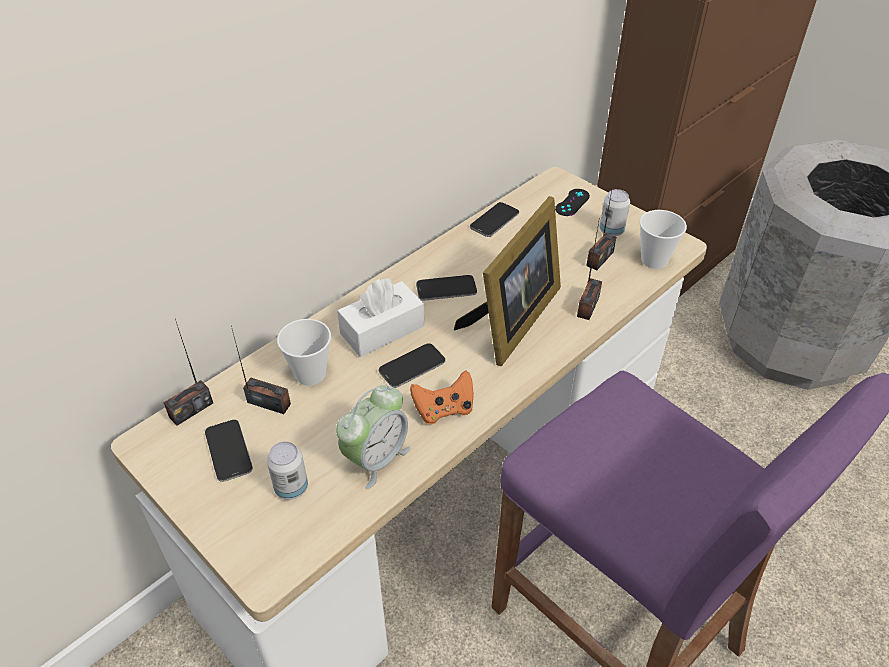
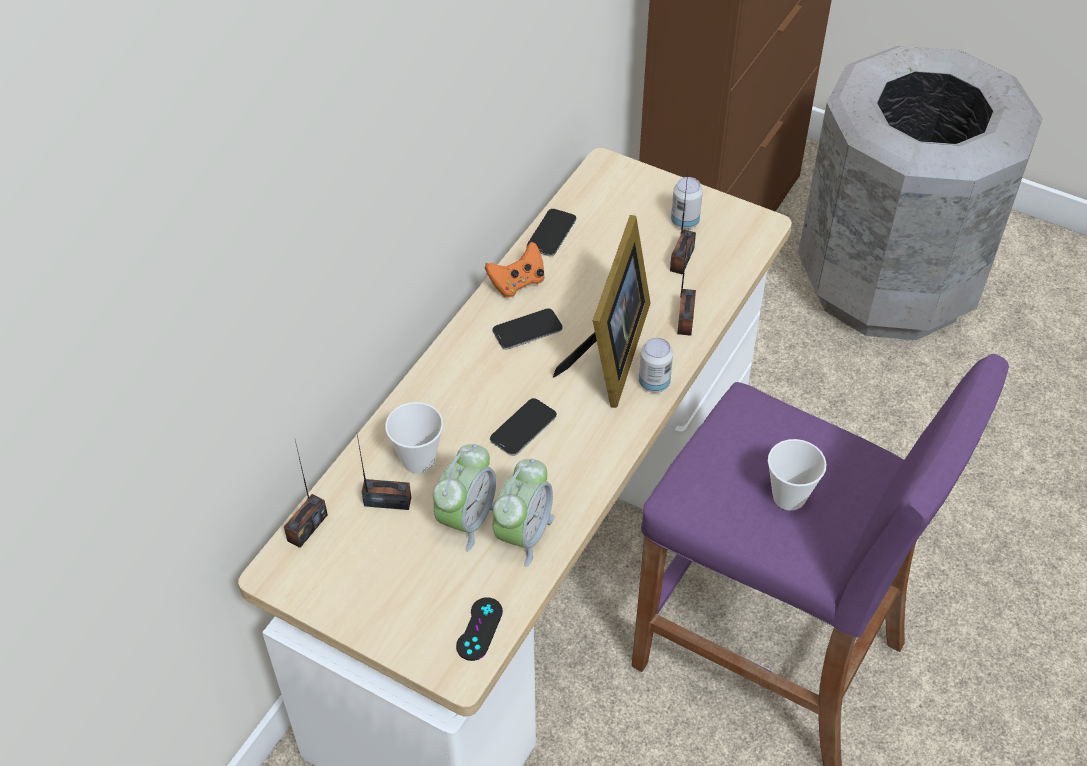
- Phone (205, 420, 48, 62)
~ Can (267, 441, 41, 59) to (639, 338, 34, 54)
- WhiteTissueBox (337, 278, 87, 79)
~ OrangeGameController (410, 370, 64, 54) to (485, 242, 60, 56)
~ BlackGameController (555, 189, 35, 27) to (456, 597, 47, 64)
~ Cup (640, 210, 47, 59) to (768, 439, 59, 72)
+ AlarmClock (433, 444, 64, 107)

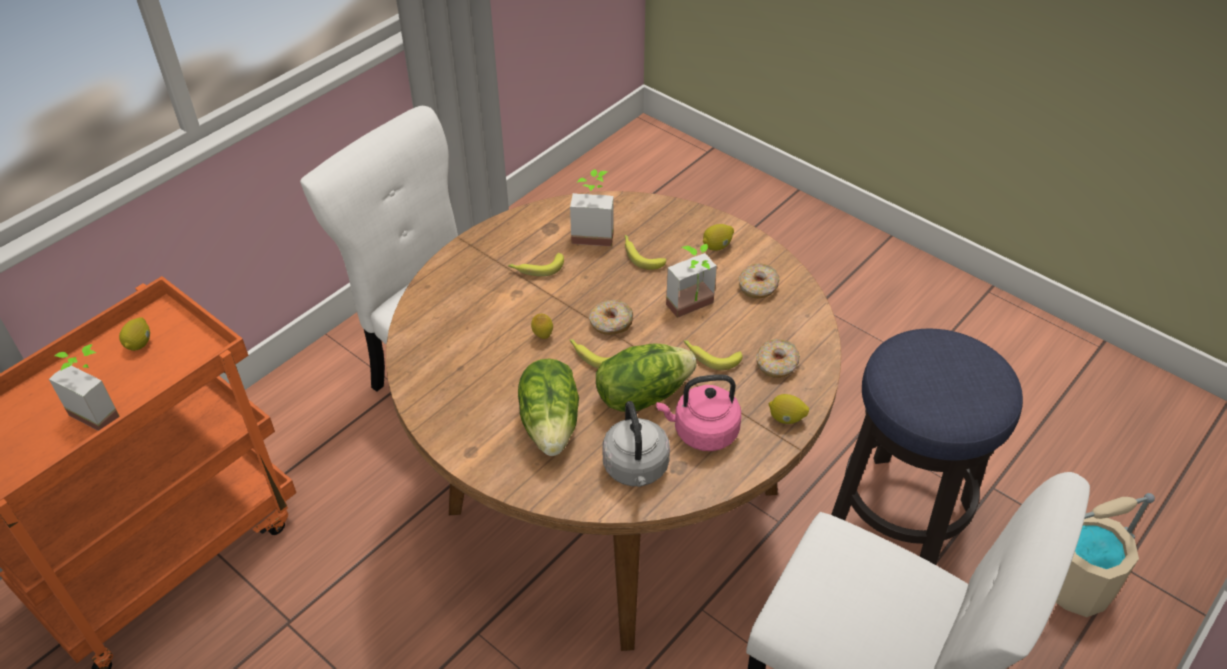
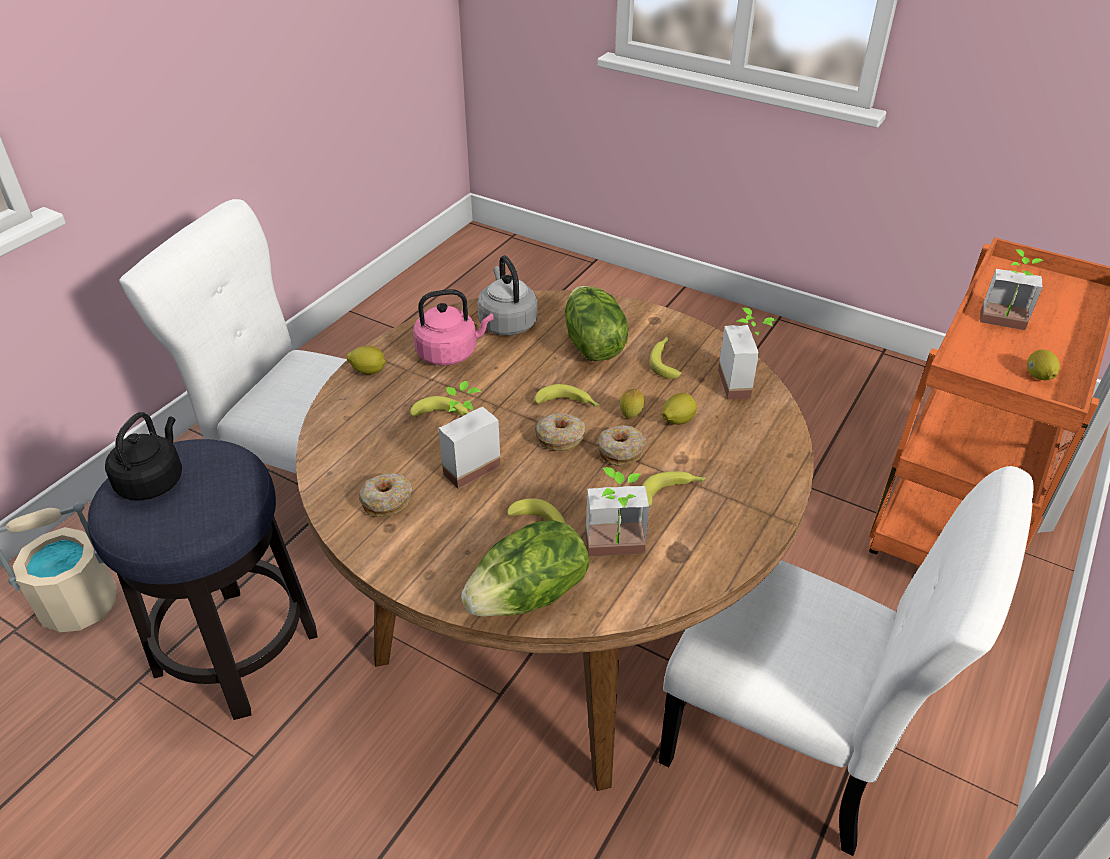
~ Lettuce (596, 343, 101, 69) to (461, 520, 128, 97)
~ Lemon (703, 224, 31, 27) to (662, 393, 35, 32)
~ Donut (756, 339, 44, 39) to (598, 425, 48, 41)
+ BlackKettle (105, 412, 77, 88)
+ Banana (649, 337, 32, 42)
+ PottedPlant (718, 308, 58, 92)

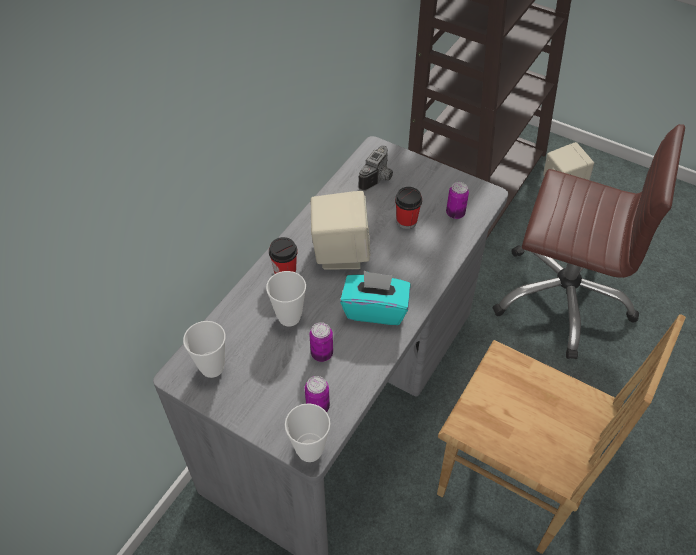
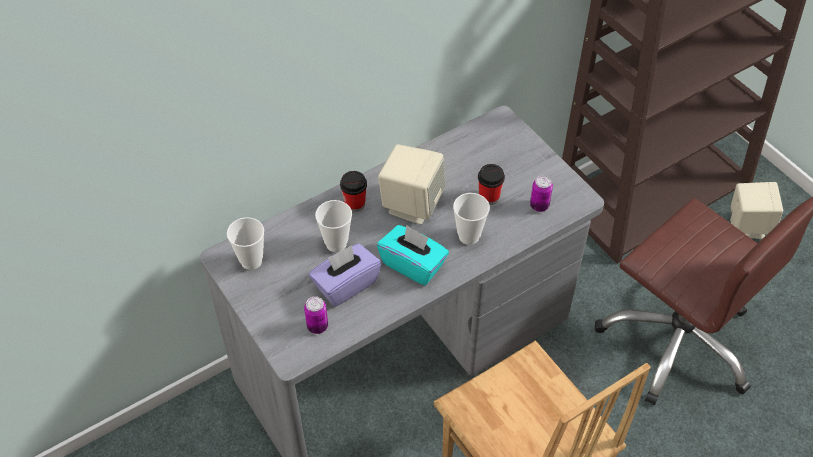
~ Cup (285, 403, 45, 59) to (453, 193, 37, 52)
~ Can (309, 322, 24, 40) to PurpleTissueBox (309, 244, 72, 63)
- PhotoCamera (358, 146, 35, 45)

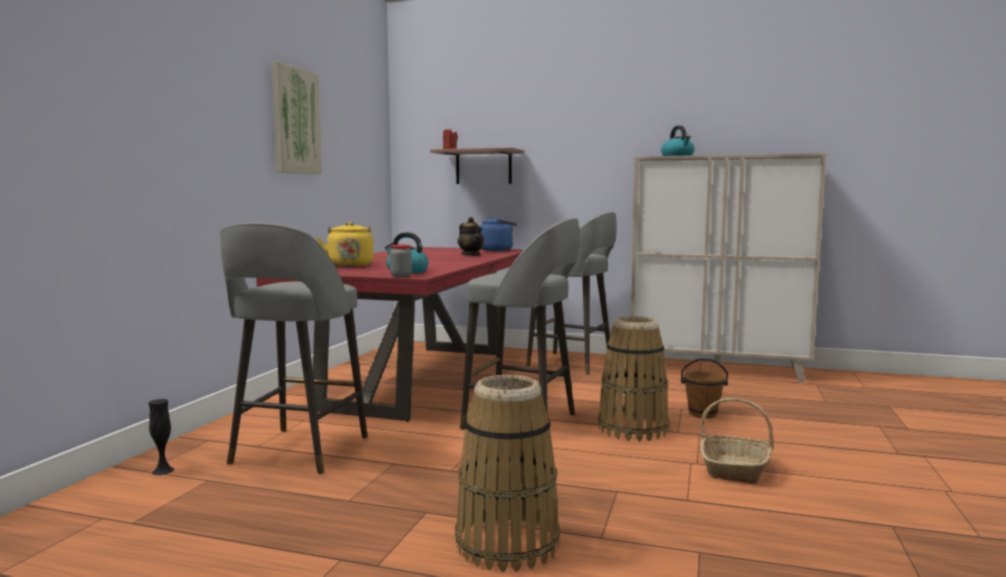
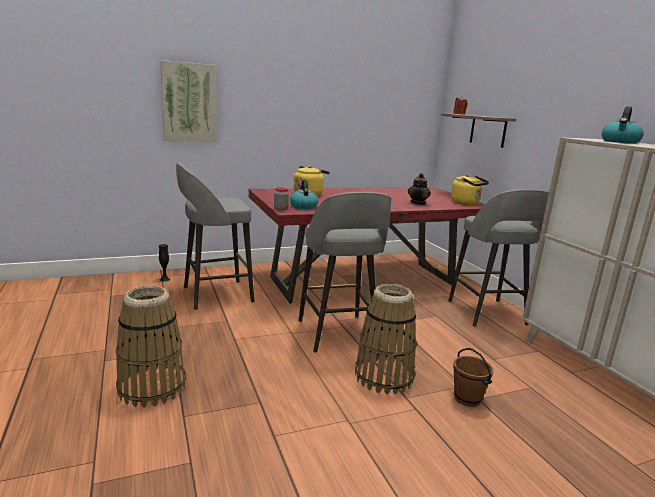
~ Picture (272, 61, 50, 113) to (160, 60, 57, 82)
~ BlueKettle (479, 216, 38, 35) to YellowKettle (451, 175, 38, 30)
- Basket (700, 398, 74, 86)

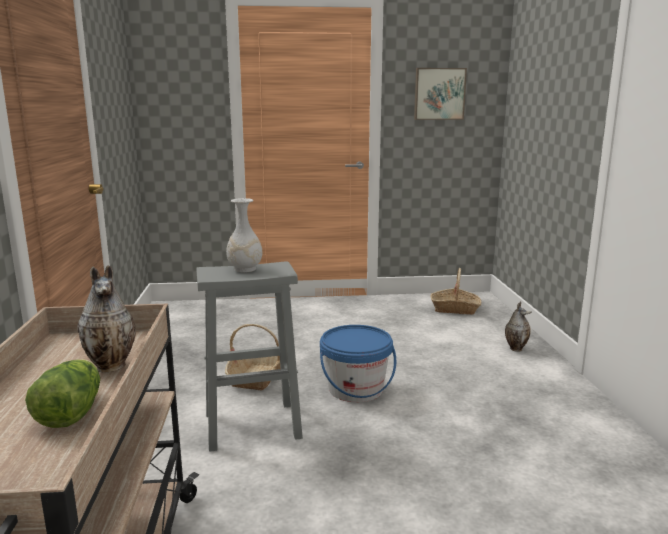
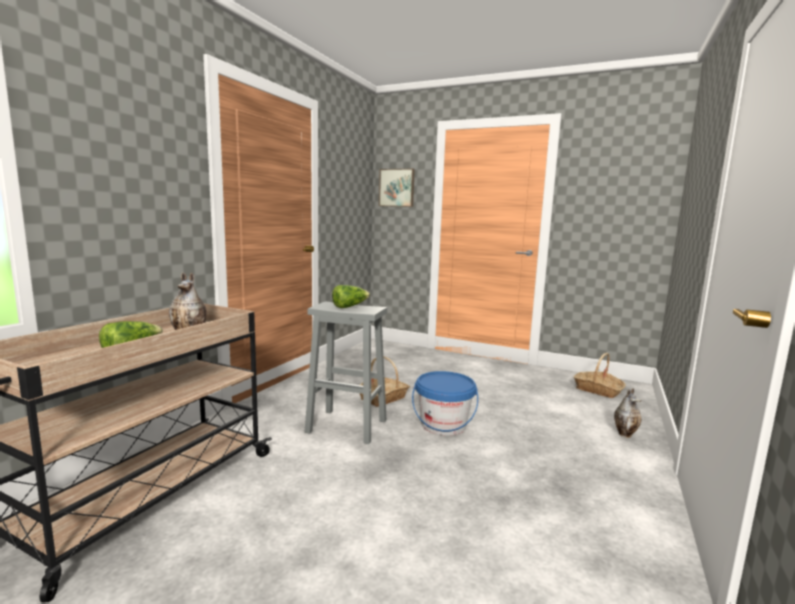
~ WhiteVase (226, 198, 37, 74) to Lettuce (332, 285, 38, 23)
~ Picture (414, 68, 53, 52) to (379, 169, 36, 38)

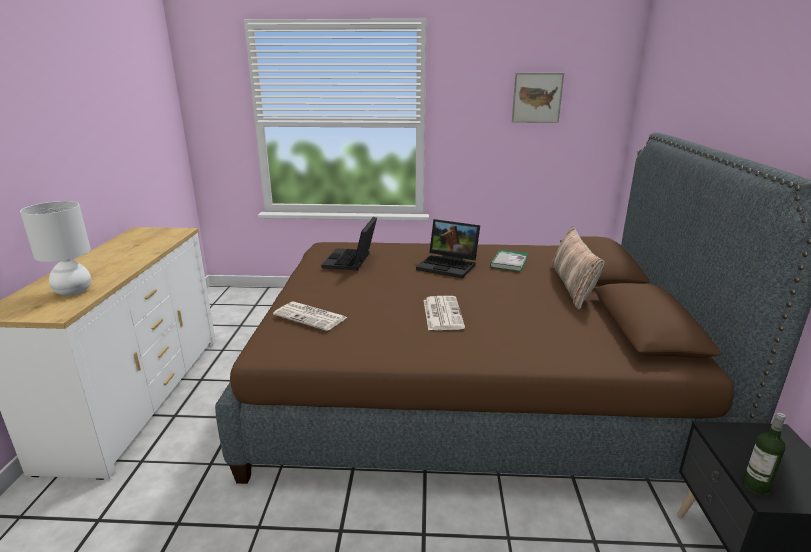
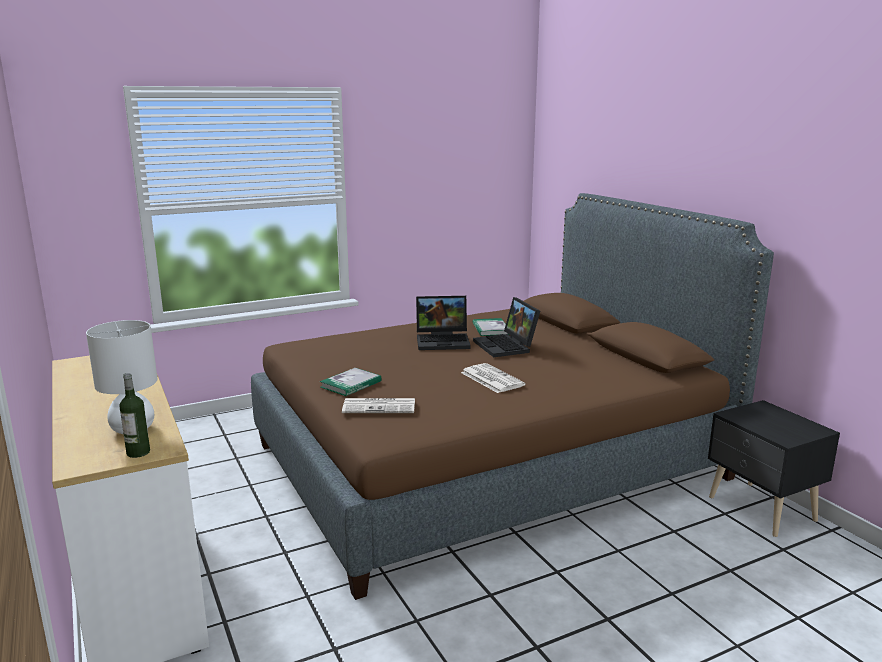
~ Laptop (321, 217, 56, 54) to (473, 297, 67, 60)
- Picture (512, 73, 52, 50)
- Pillow (551, 226, 53, 83)
~ Bottle (743, 412, 43, 83) to (119, 373, 31, 85)
+ Book (320, 368, 62, 28)

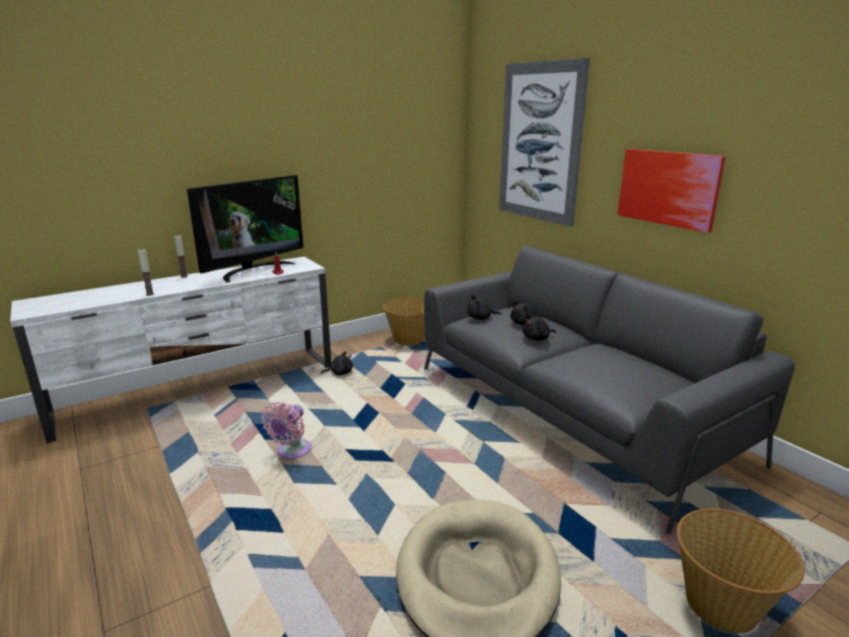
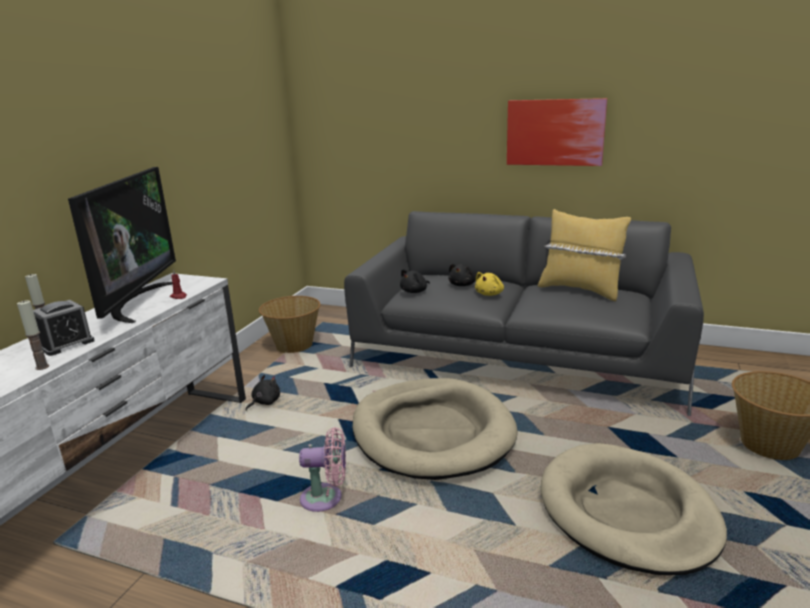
~ PinkFan (262, 402, 49, 57) = (299, 427, 47, 85) 75 degrees counterclockwise
- Picture (499, 58, 91, 169)
~ BlackPlushToy (522, 314, 34, 27) to YellowPlushToy (475, 272, 29, 24)
+ AlarmClock (33, 300, 62, 56)
+ BeigeDogBed (352, 378, 166, 102)
+ YellowPillow (538, 209, 93, 92)

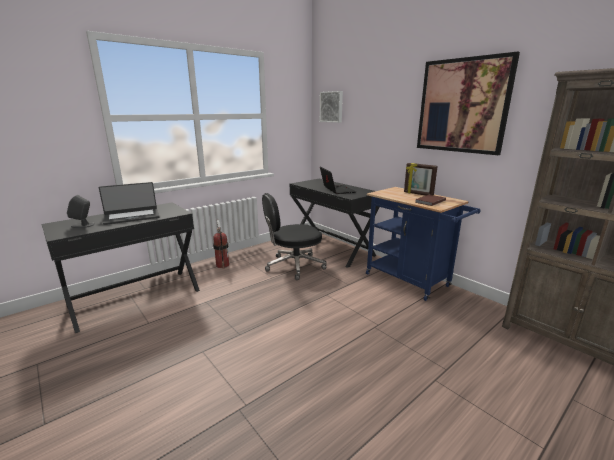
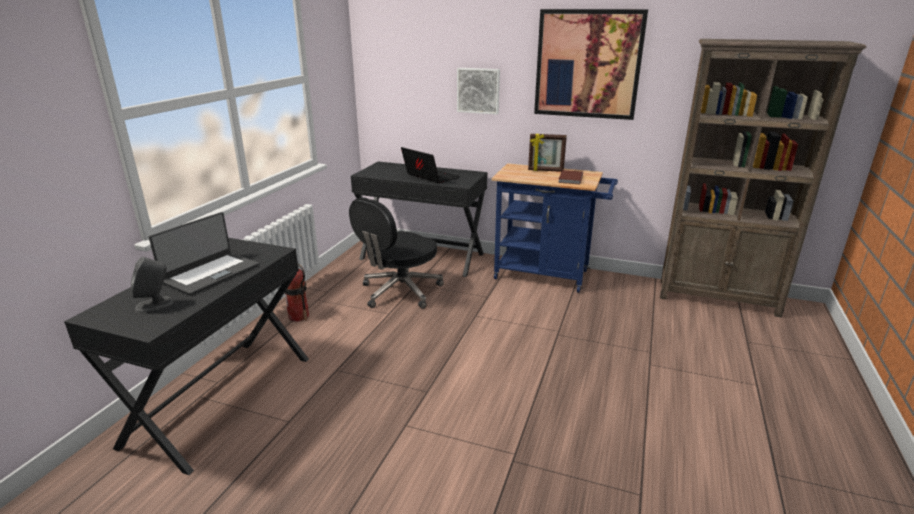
~ Picture (320, 91, 23, 32) to (457, 68, 43, 47)

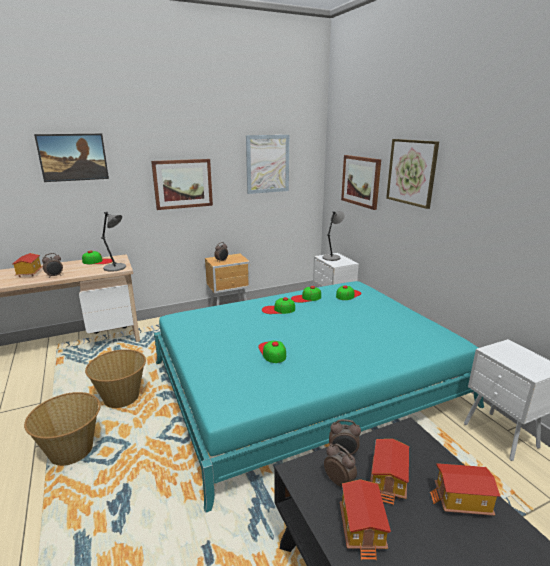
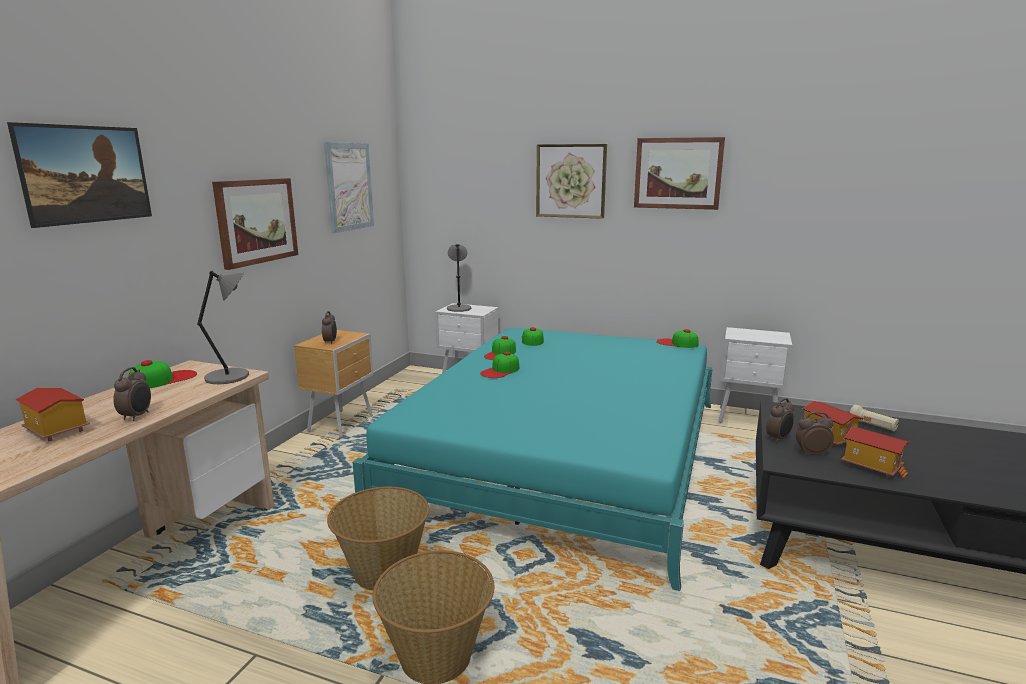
~ Cap (258, 341, 28, 22) to (657, 329, 42, 19)
~ Picture (341, 155, 40, 55) to (634, 137, 91, 73)
~ ToyHouse (430, 463, 71, 53) to BeigeFlashlight (850, 405, 49, 26)

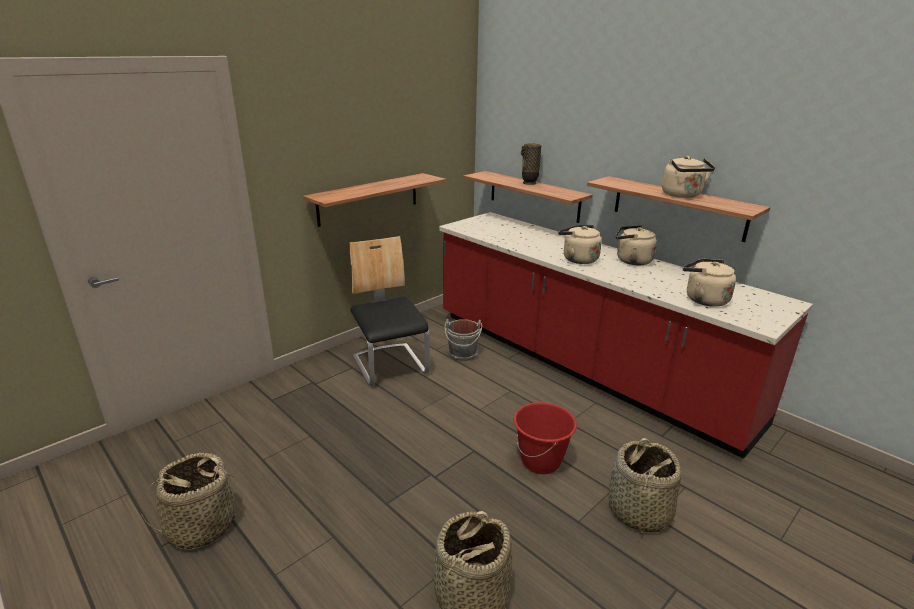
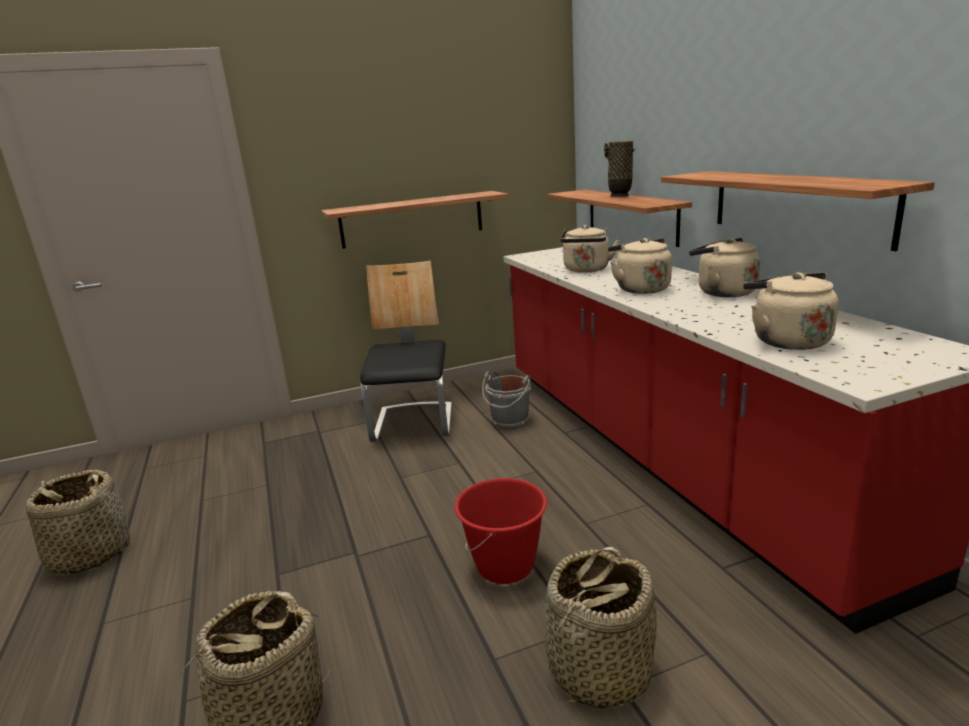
~ BeigeKettle (662, 156, 53, 42) to (560, 225, 60, 48)

